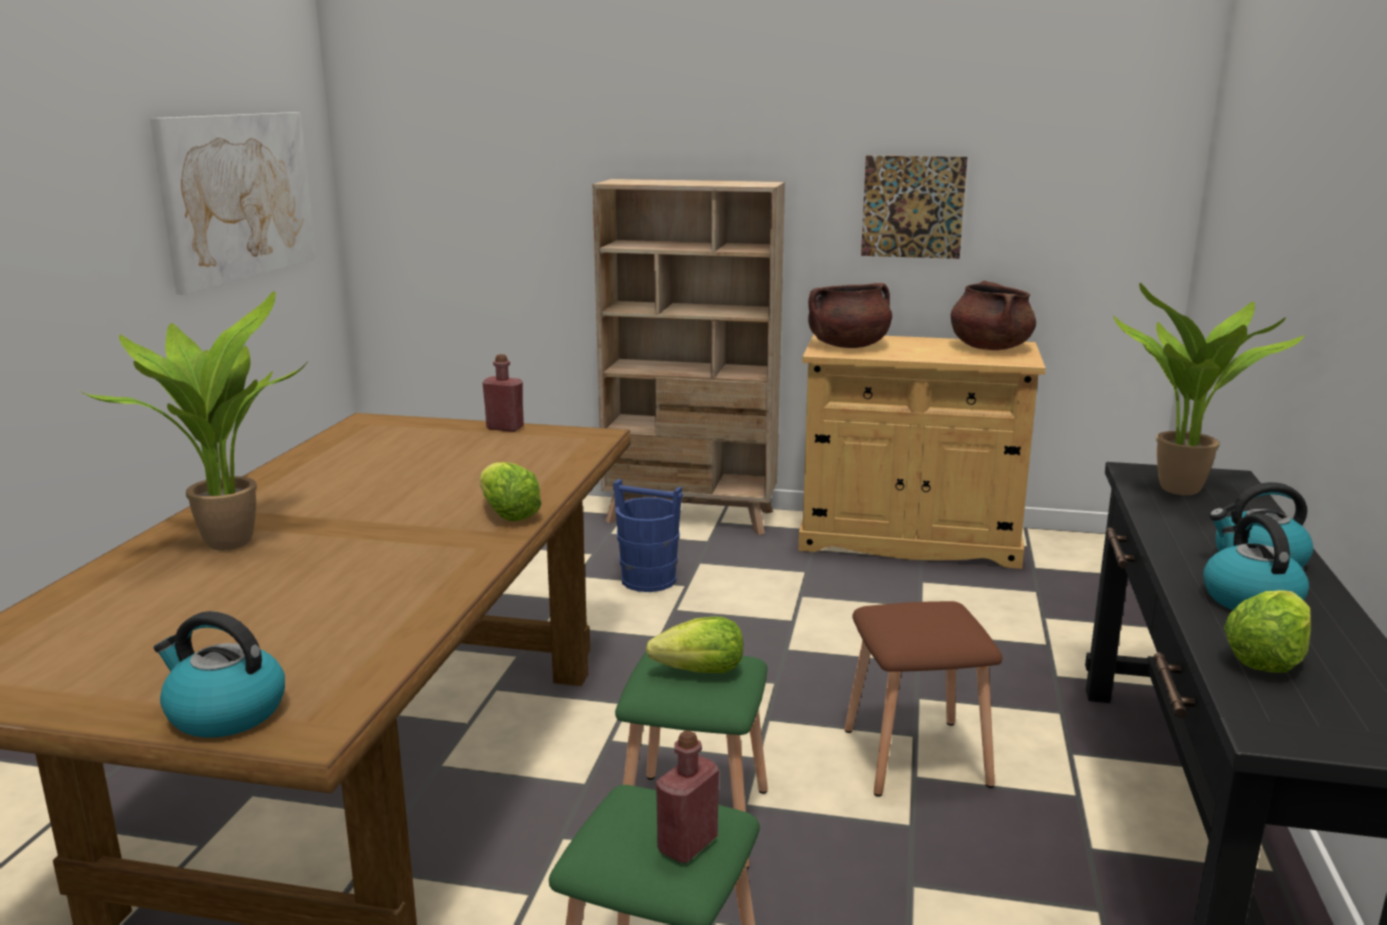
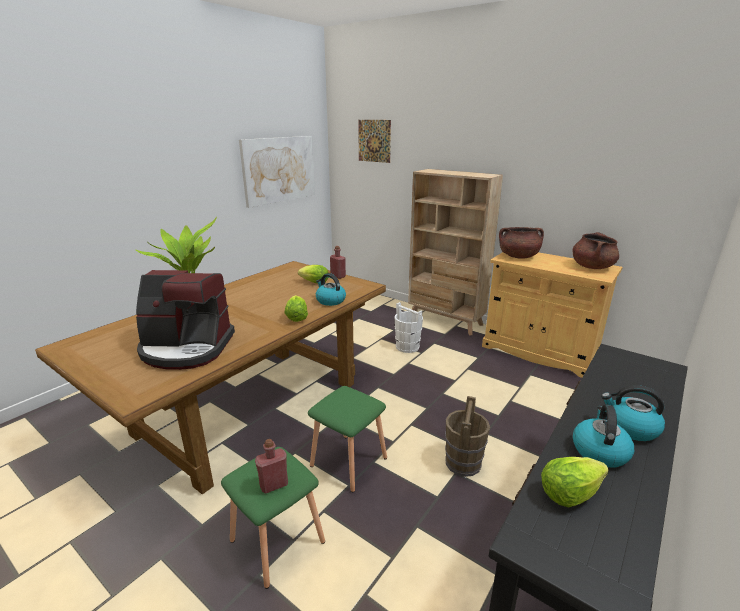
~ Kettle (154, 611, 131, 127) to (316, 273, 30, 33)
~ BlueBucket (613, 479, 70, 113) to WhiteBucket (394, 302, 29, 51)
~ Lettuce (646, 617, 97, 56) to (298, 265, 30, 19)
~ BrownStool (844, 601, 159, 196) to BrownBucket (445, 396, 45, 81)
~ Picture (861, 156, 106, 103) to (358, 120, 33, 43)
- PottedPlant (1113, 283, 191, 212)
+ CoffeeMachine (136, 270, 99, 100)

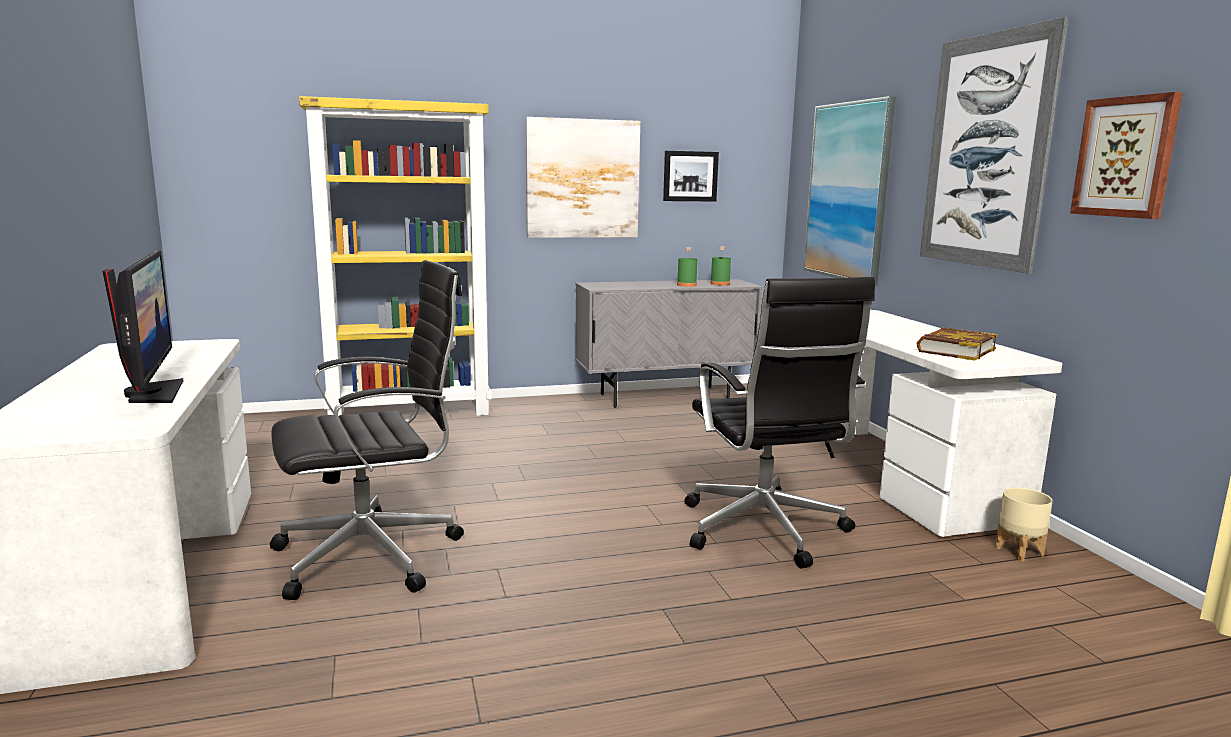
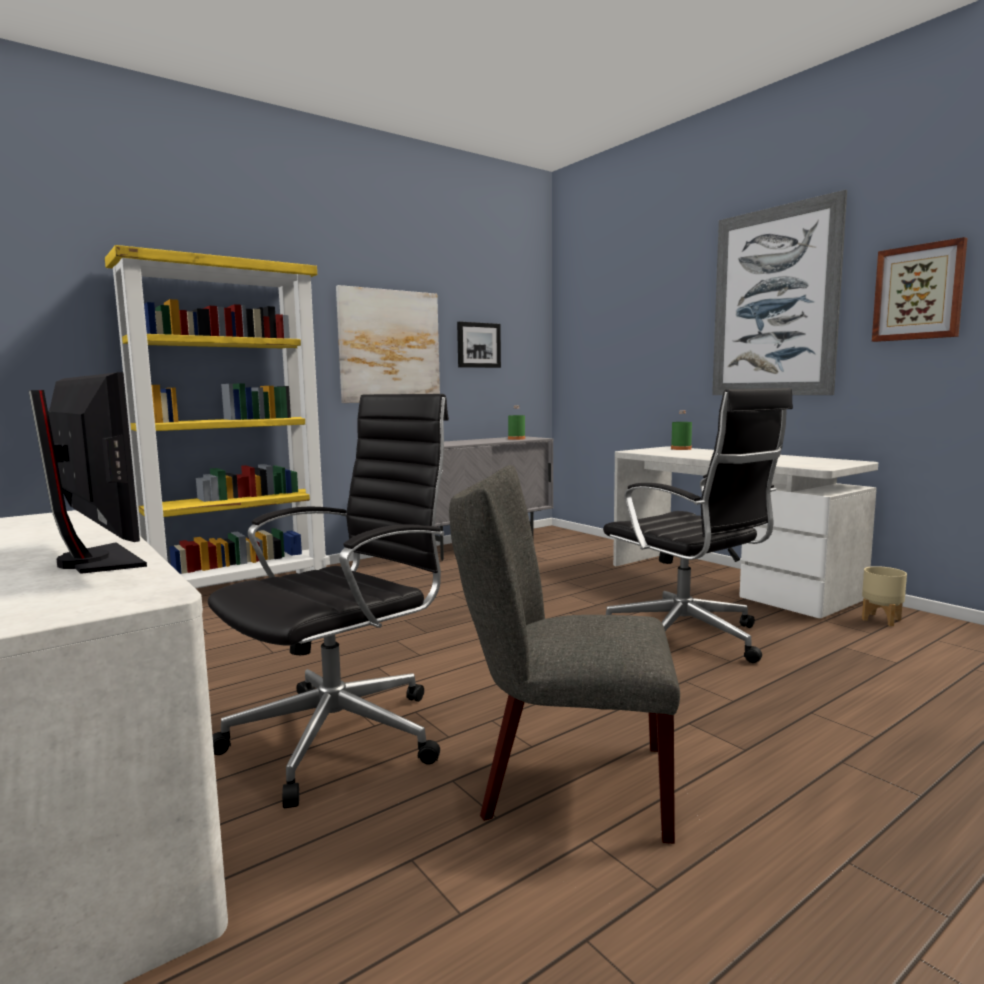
~ GreenBottle (677, 247, 20, 40) to (671, 411, 21, 39)
- Picture (803, 96, 93, 190)
- Book (917, 328, 81, 33)
+ GreyChair (449, 465, 231, 379)

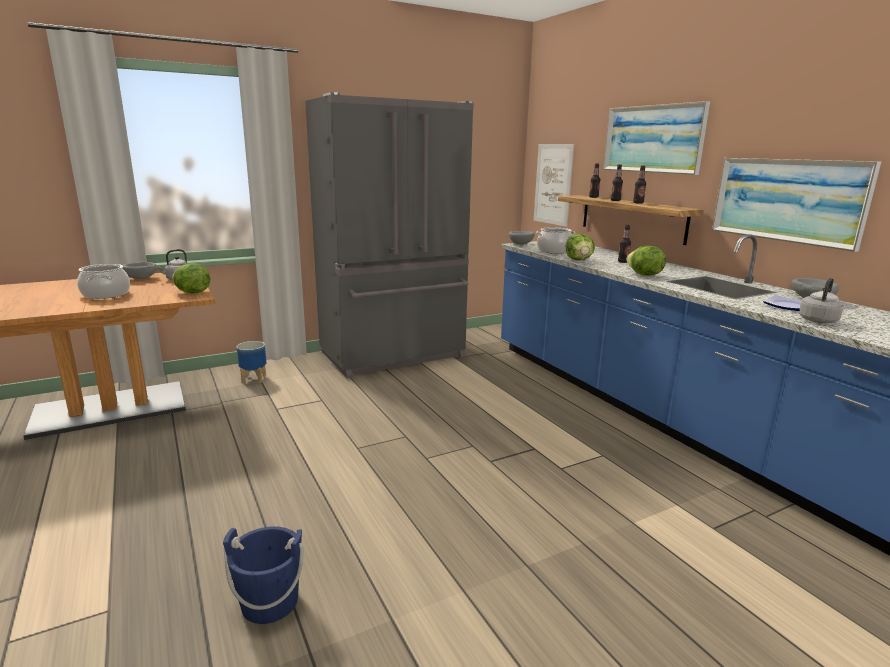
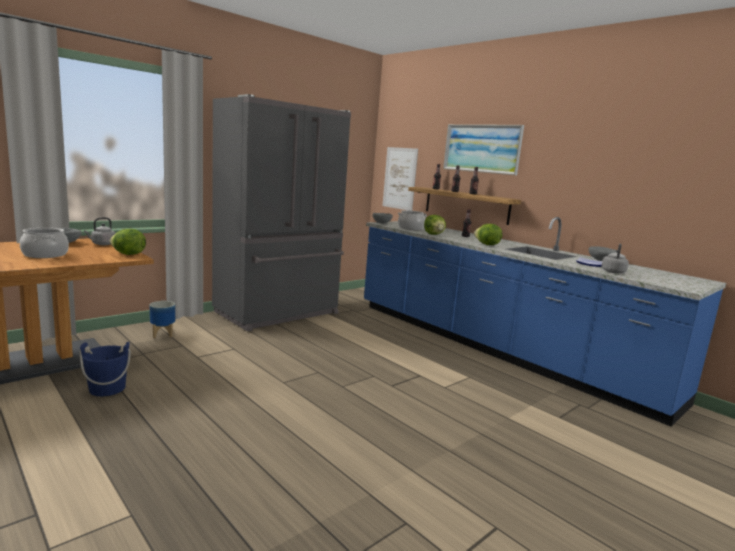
~ BlueBucket (223, 526, 81, 98) to (79, 342, 52, 54)
- Picture (712, 158, 169, 94)

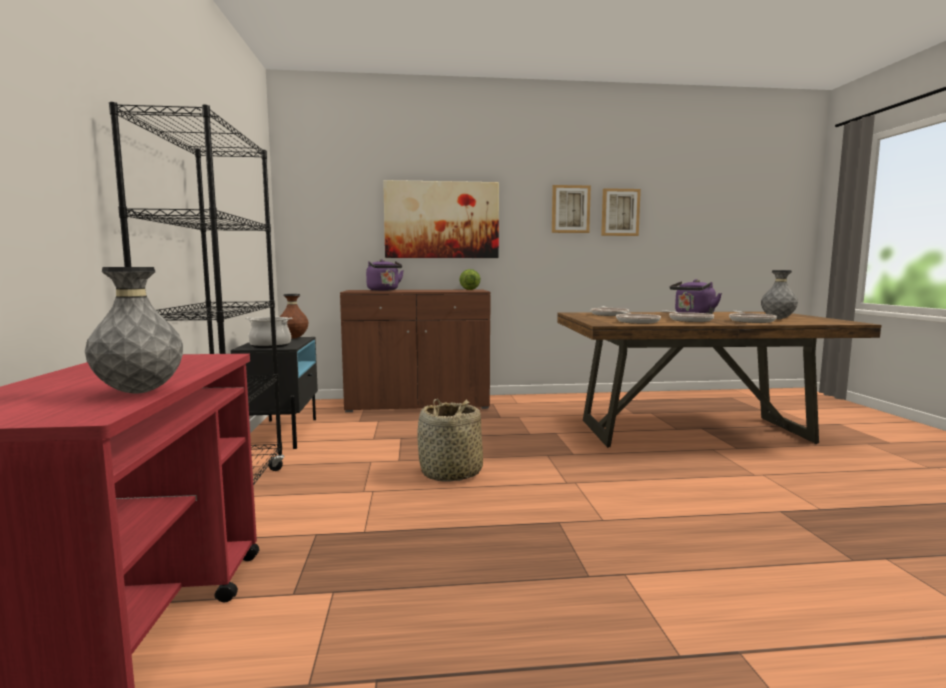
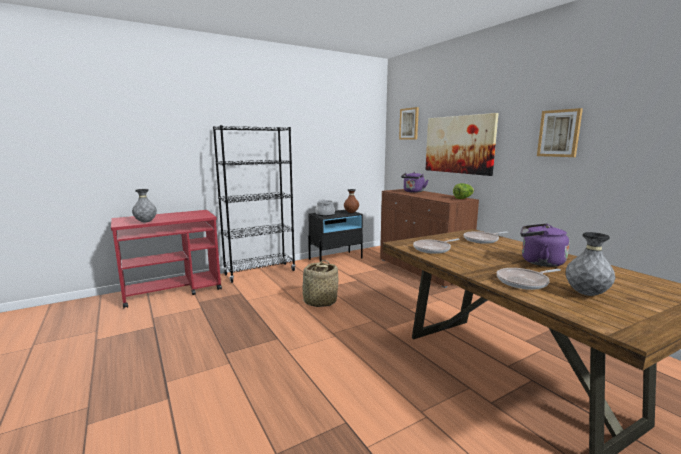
~ Picture (601, 188, 40, 48) to (399, 107, 20, 33)
- FryingPan (662, 310, 52, 12)

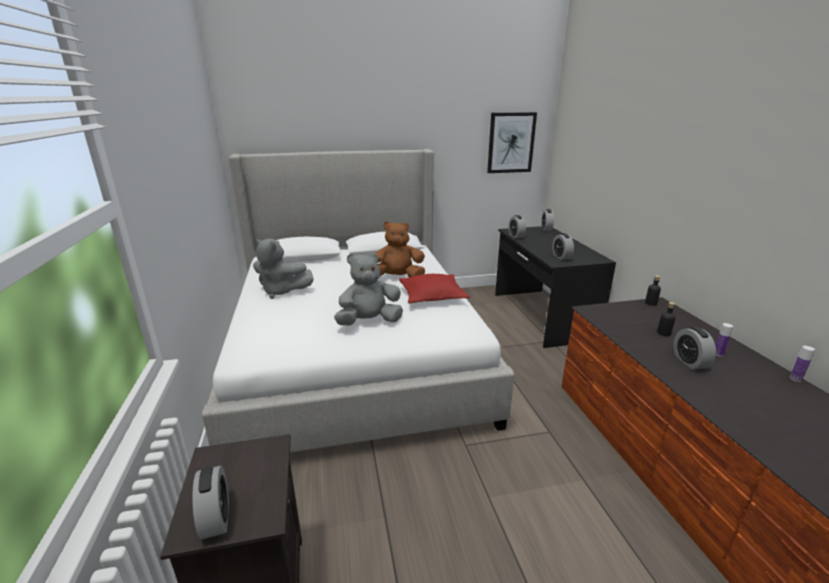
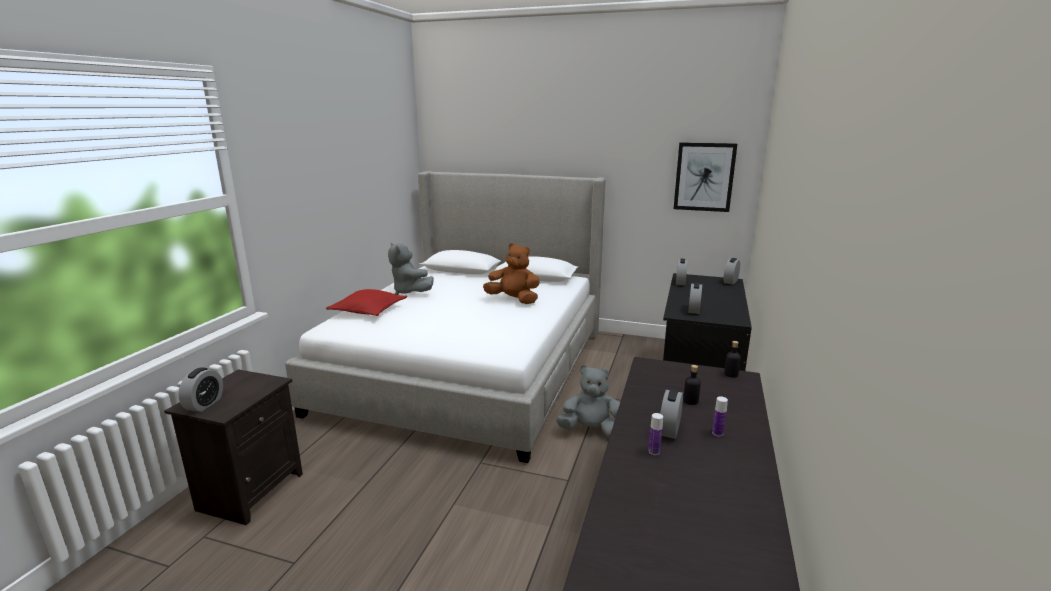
~ GreyPlushToy (334, 253, 69, 72) to (556, 365, 64, 72)
~ RedPillow (399, 274, 71, 29) to (326, 289, 81, 27)
~ Bottle (790, 346, 25, 36) to (649, 413, 14, 42)

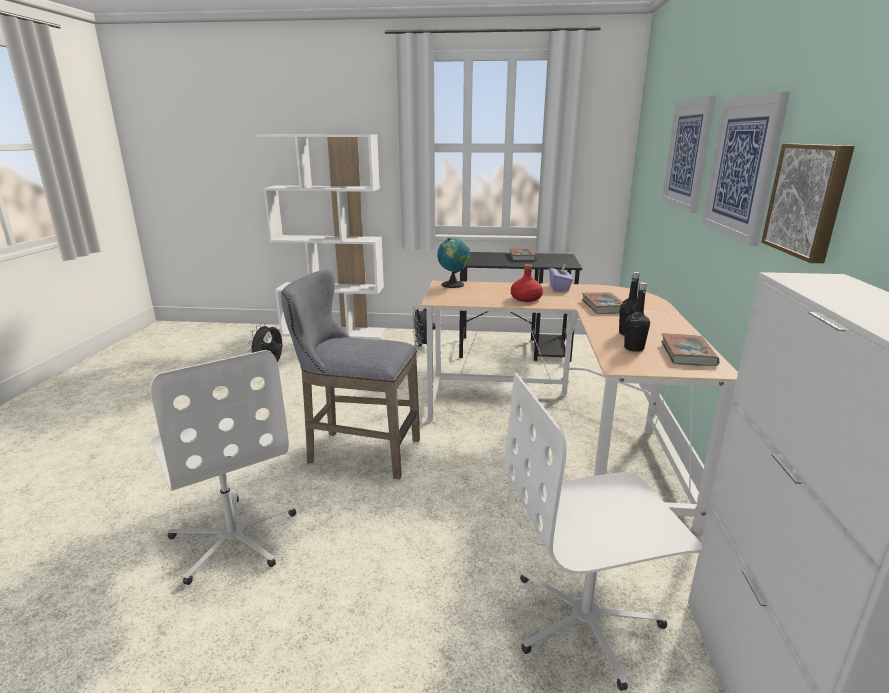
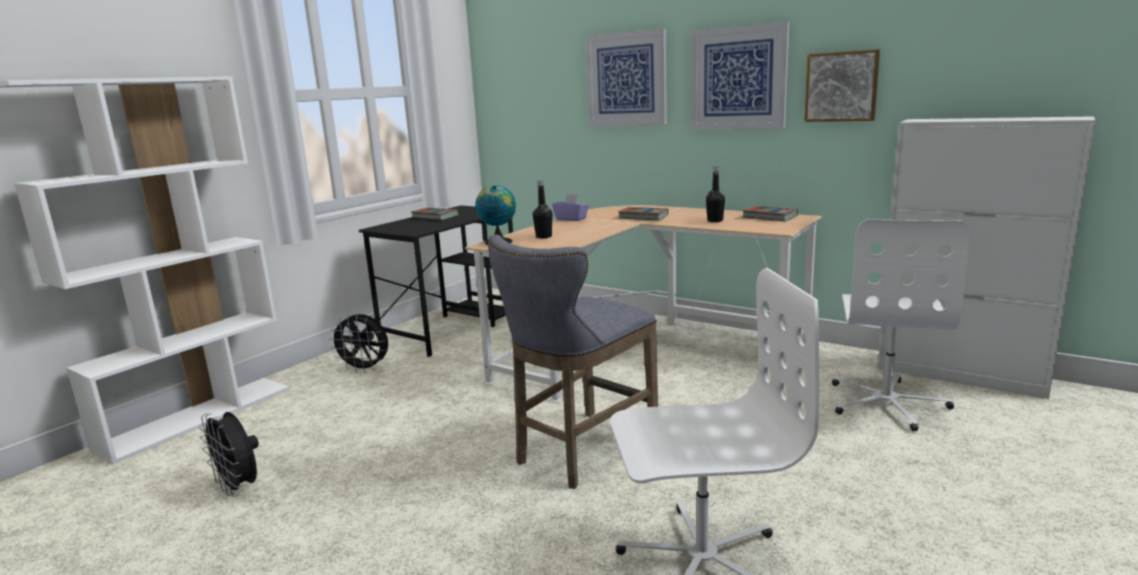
- RedBottle (511, 264, 32, 38)
~ BlackBottle (624, 282, 26, 70) to (533, 180, 19, 58)

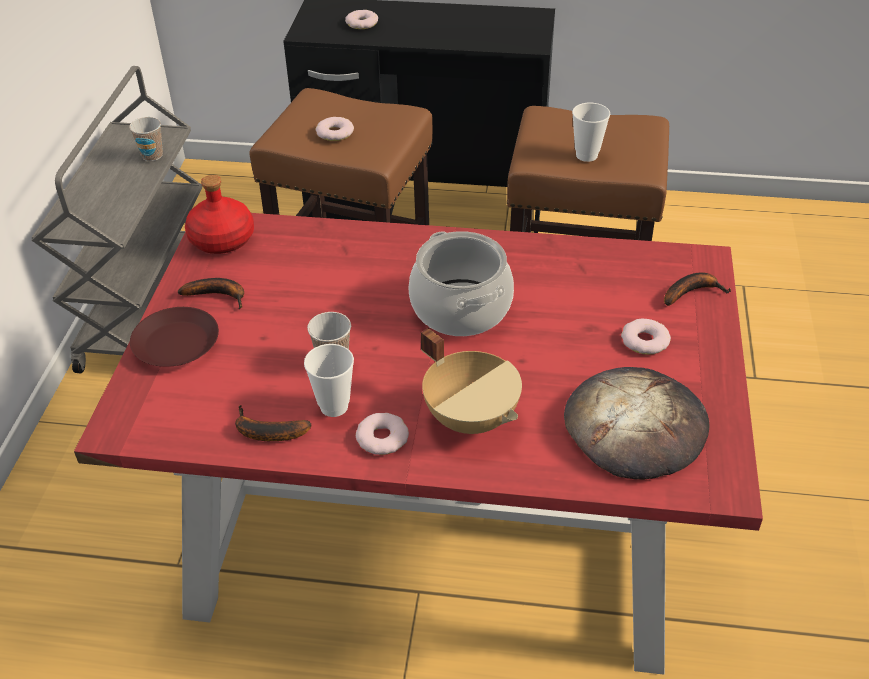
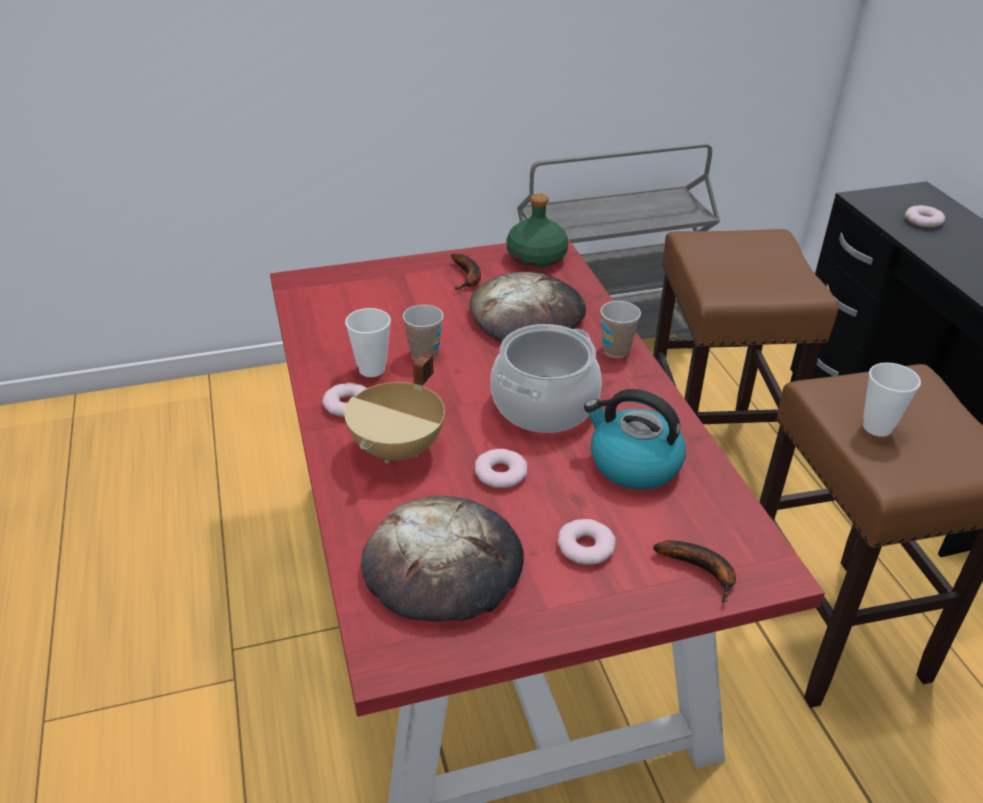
~ Cup (129, 117, 34, 44) to (600, 301, 41, 56)
- BrownPlate (130, 307, 89, 60)
~ RedBottle (185, 175, 69, 79) to GreenBottle (507, 193, 62, 75)
- Banana (235, 405, 77, 36)
~ Donut (316, 117, 38, 24) to (475, 449, 53, 39)
+ Bread (469, 272, 117, 70)
+ Kettle (584, 389, 102, 101)

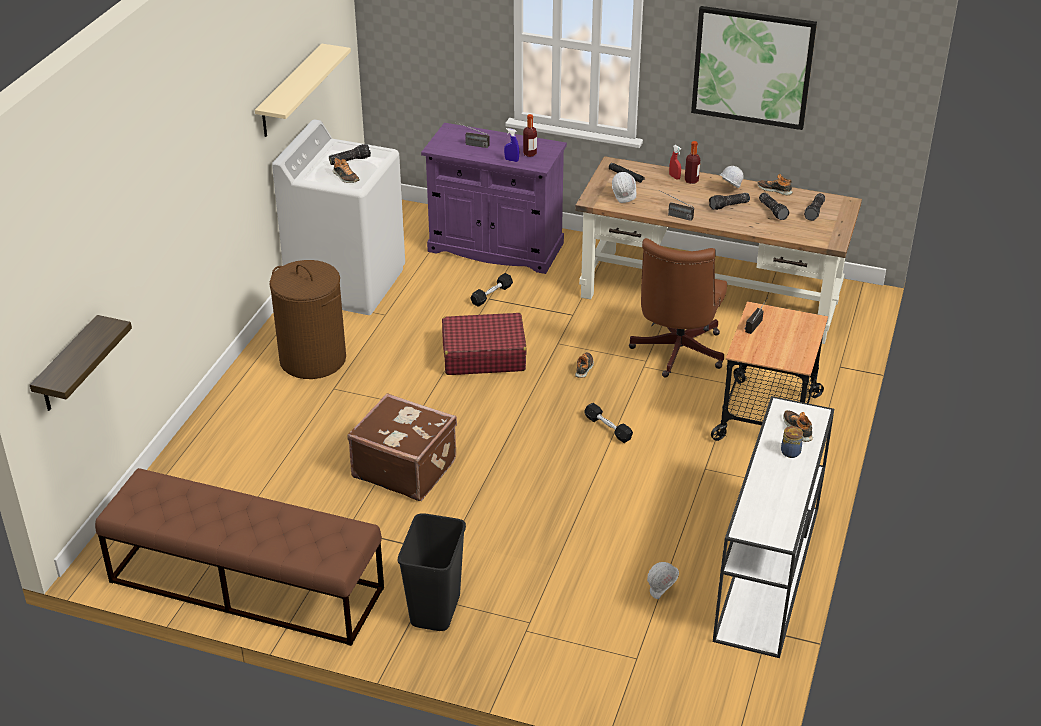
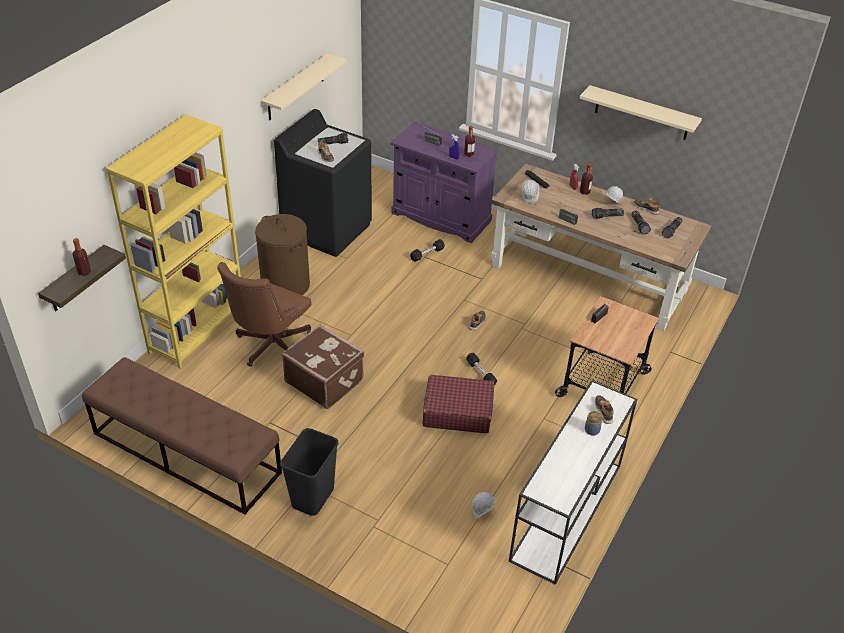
~ WhiteWashingMachine (272, 120, 133, 195) to BlackWashingMachine (274, 109, 98, 148)
~ RedSuitcase (442, 313, 85, 62) to (423, 375, 71, 58)
~ BrownOfficeChair (629, 238, 98, 140) to (217, 262, 95, 105)
~ Picture (691, 6, 126, 124) to BeigeShelf (579, 85, 123, 55)
+ Bottle (73, 238, 18, 38)
+ YellowBookcase (106, 115, 135, 254)

